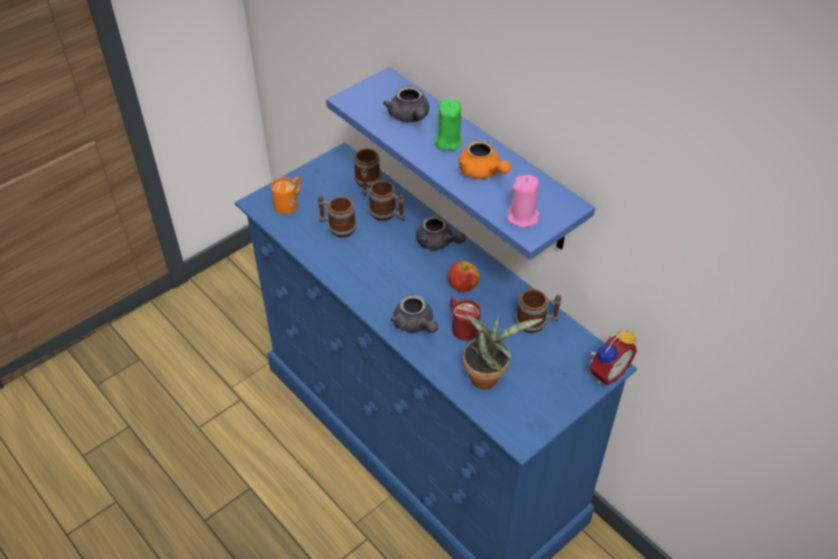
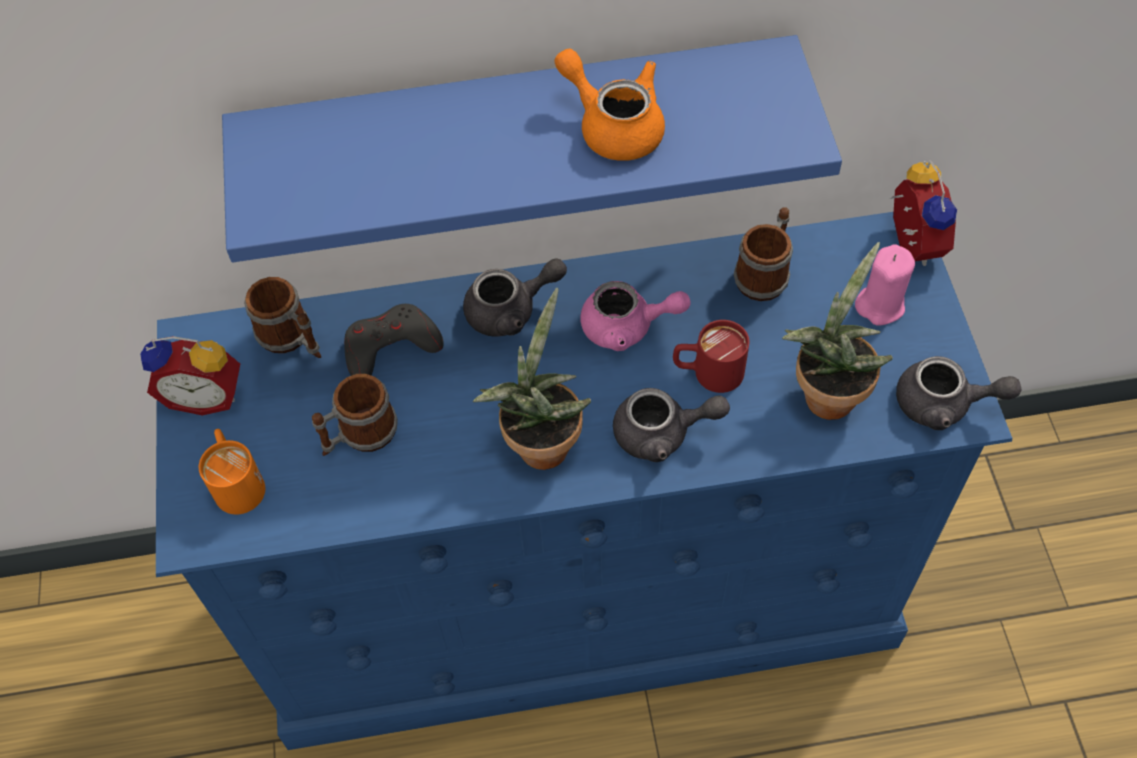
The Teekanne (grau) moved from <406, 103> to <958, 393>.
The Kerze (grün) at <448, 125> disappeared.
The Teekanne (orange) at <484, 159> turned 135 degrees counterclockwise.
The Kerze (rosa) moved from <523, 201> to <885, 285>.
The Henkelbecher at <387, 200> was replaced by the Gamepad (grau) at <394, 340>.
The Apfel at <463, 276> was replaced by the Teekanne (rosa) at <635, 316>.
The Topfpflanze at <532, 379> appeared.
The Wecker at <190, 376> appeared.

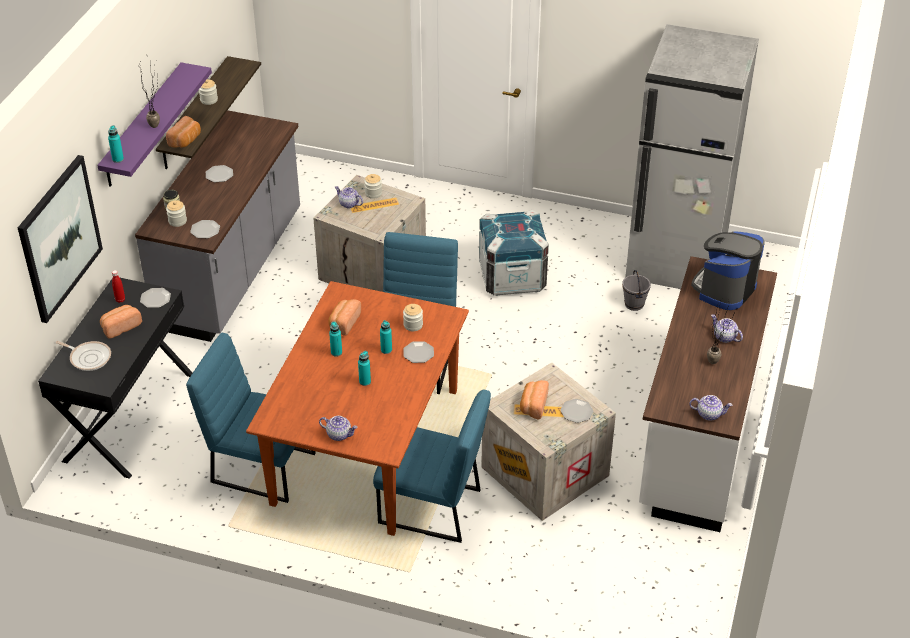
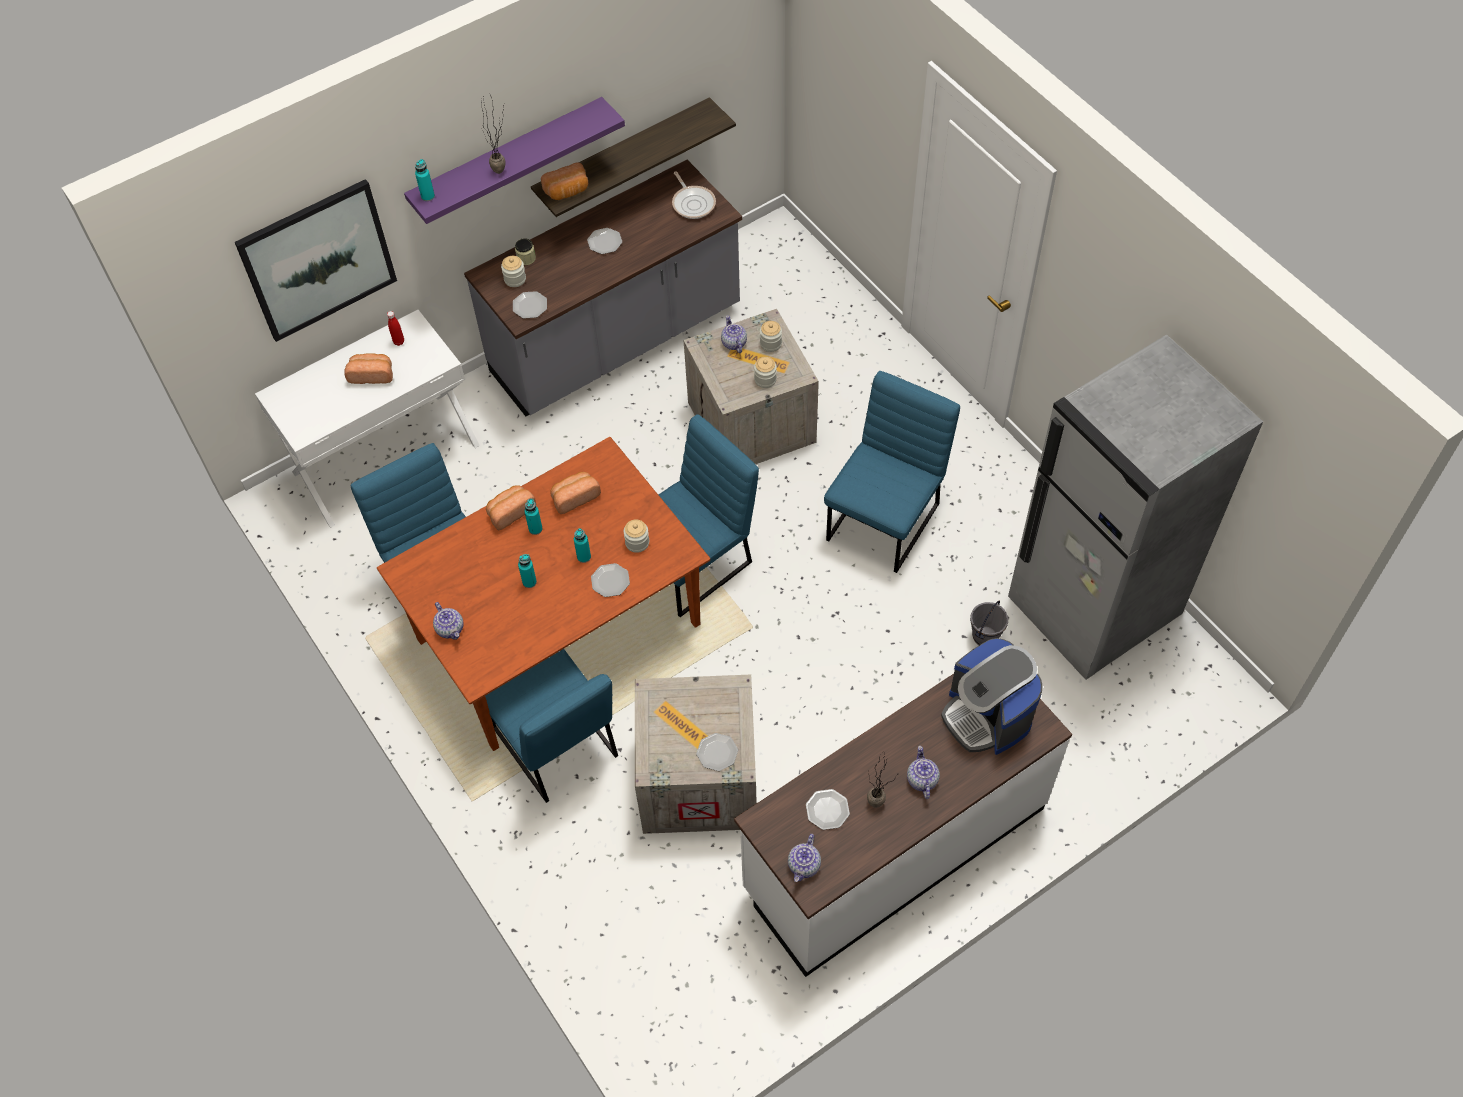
The Vorratsglas moved from <208, 92> to <765, 372>.
The Kiste at <514, 253> was replaced by the Stuhl (blau) at <892, 472>.
The Kaffeemaschine at <727, 270> turned 105 degrees counterclockwise.
The Schreibtisch (schwarz) at <115, 378> became the Schreibtisch (weiß) at <367, 419>.
The Teller moved from <155, 298> to <828, 809>.
The Pfanne moved from <83, 356> to <694, 195>.
The Brot moved from <534, 399> to <511, 508>.
The Teekanne at <710, 408> turned 60 degrees clockwise.

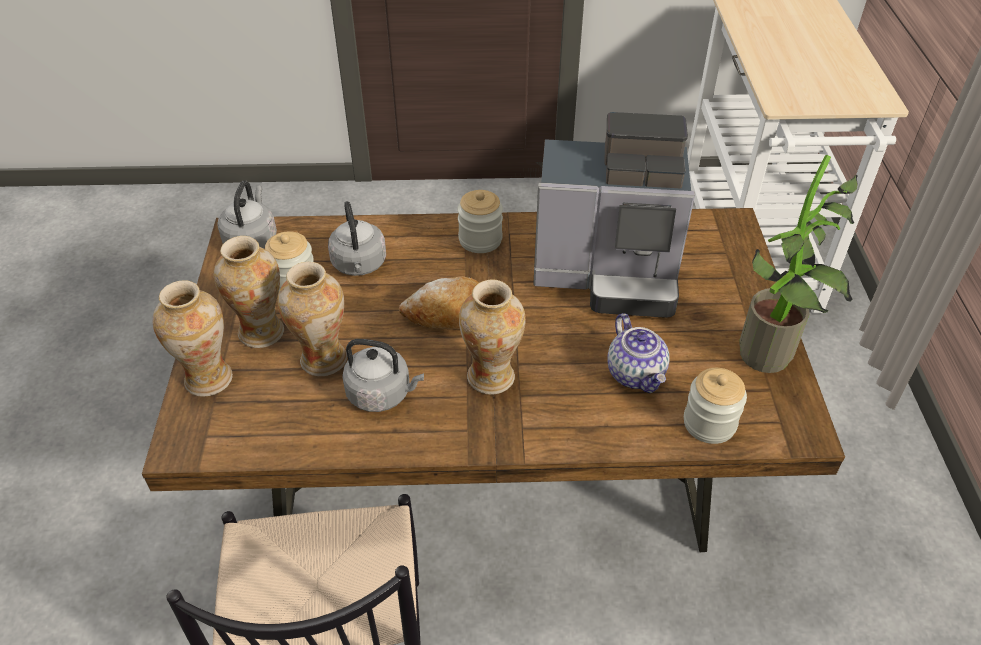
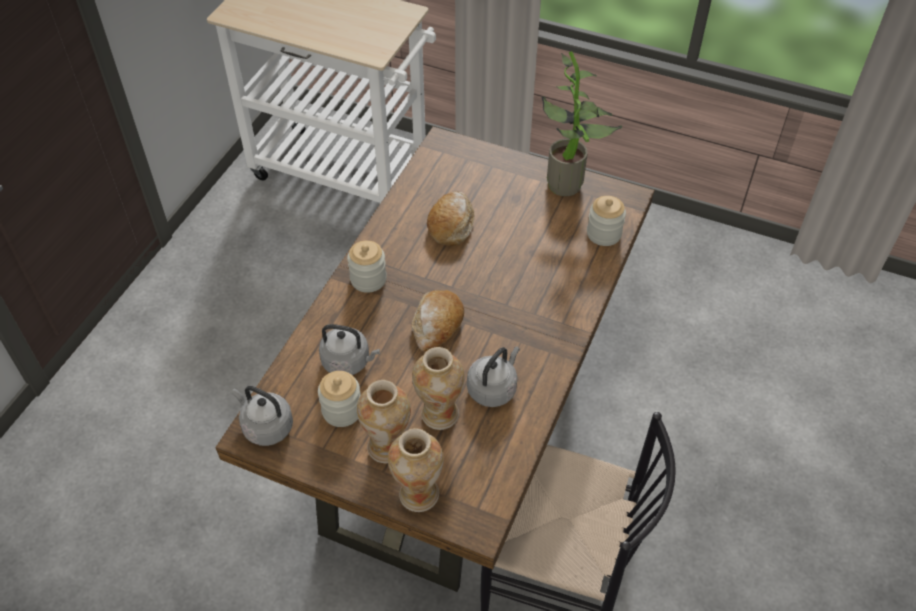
The Kaffeemaschine at <614, 215> was replaced by the Brot at <450, 218>.
The Vase at <492, 336> disappeared.
The Teekanne at <639, 353> disappeared.

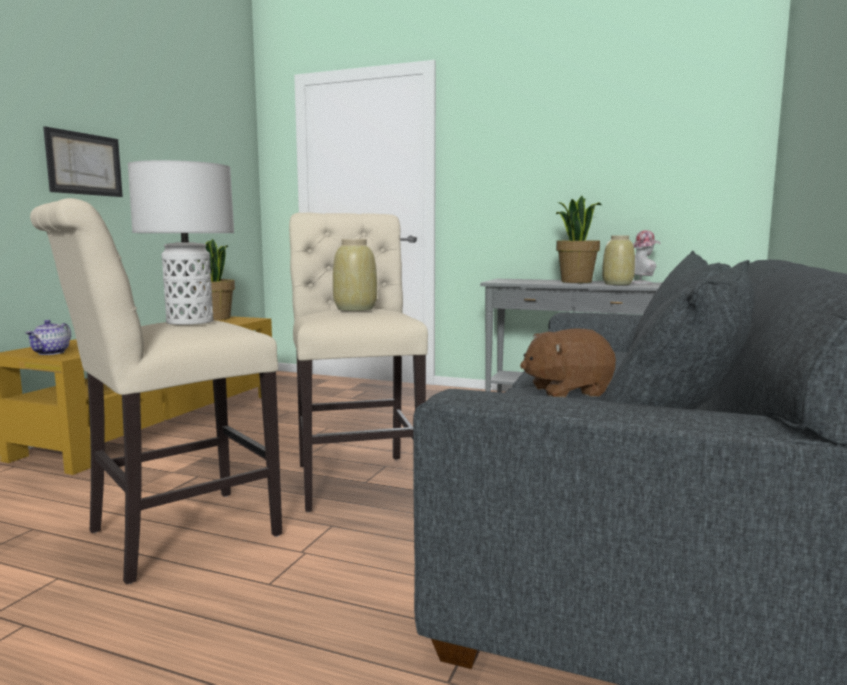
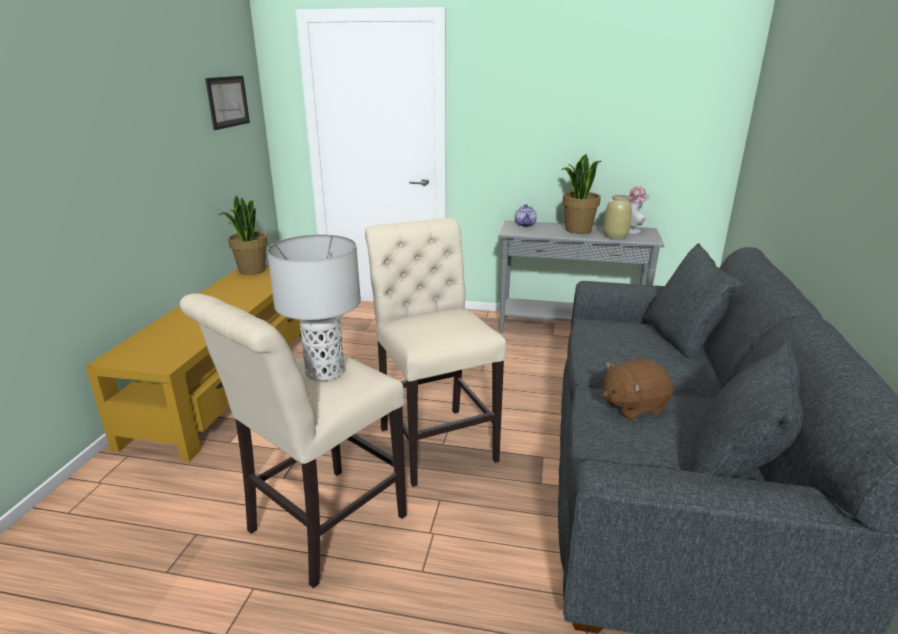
The Bild moved from <83, 161> to <227, 103>.
The Vase (beige) at <355, 275> disappeared.
The Teekanne moved from <48, 337> to <526, 215>.

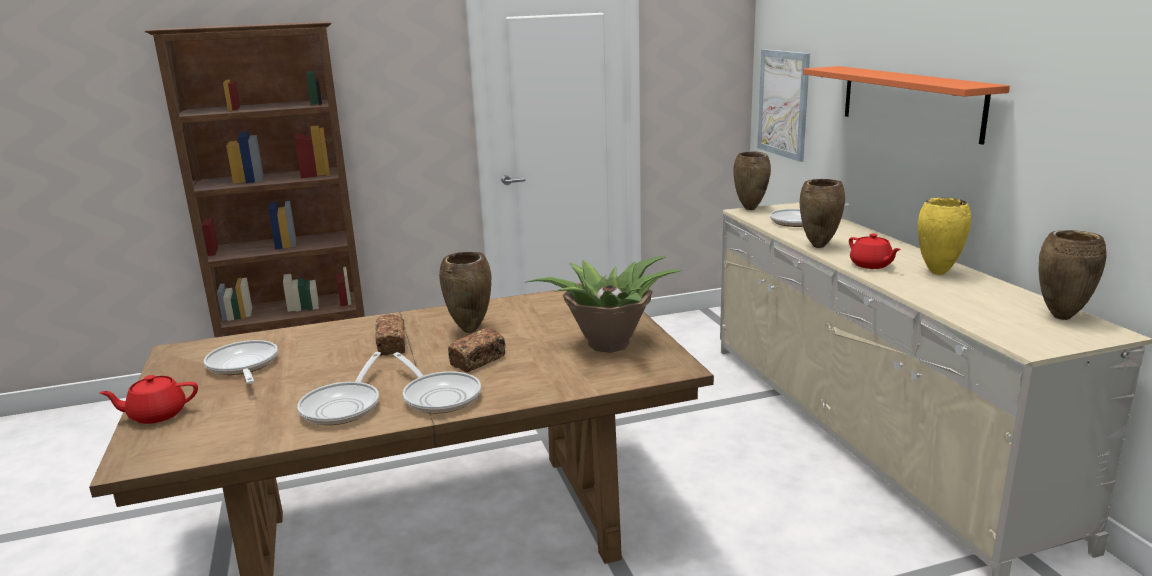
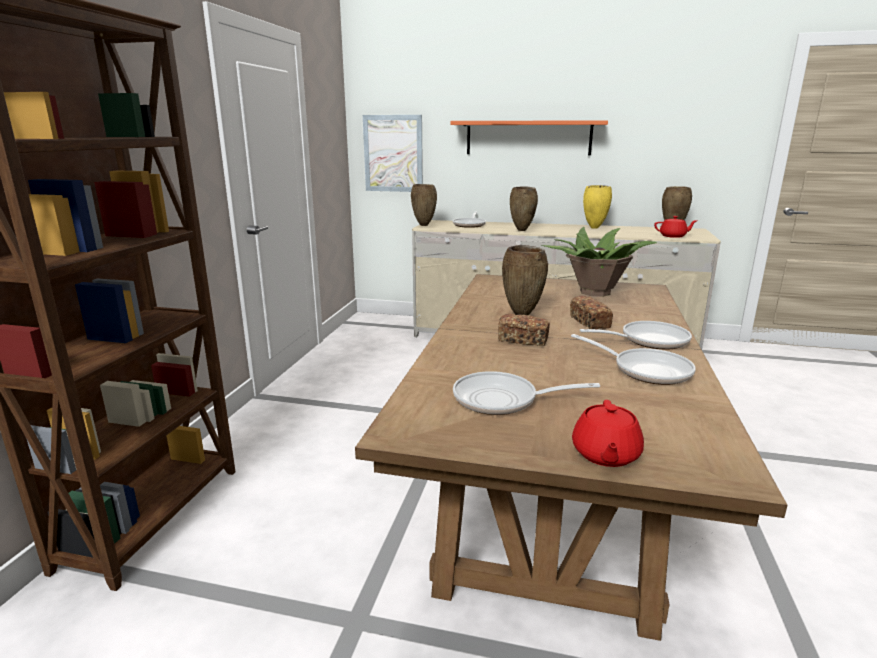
The Teekanne (rot) moved from <875, 251> to <675, 227>.

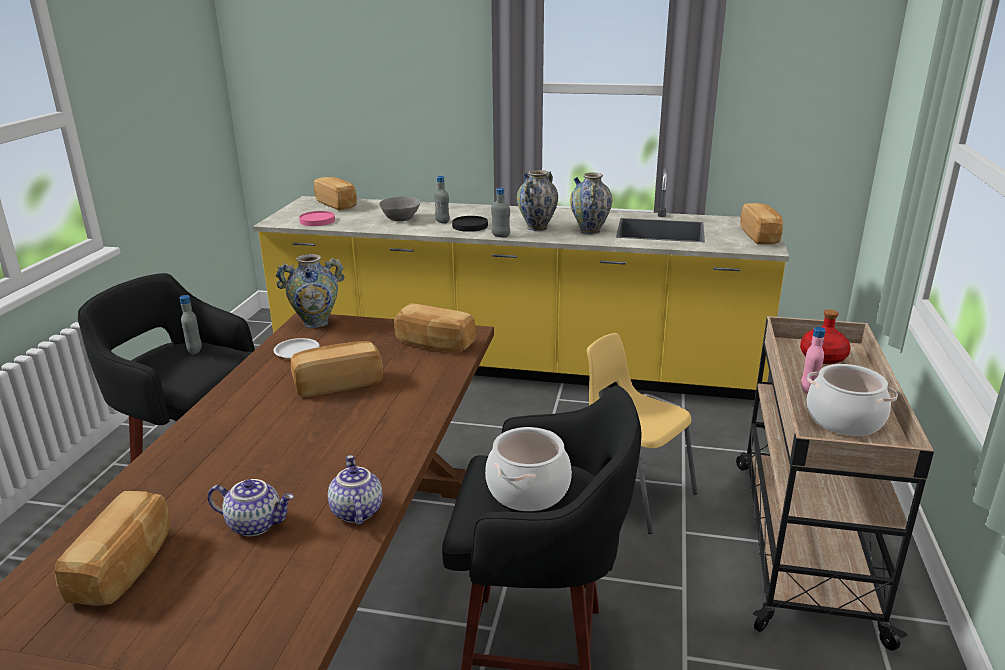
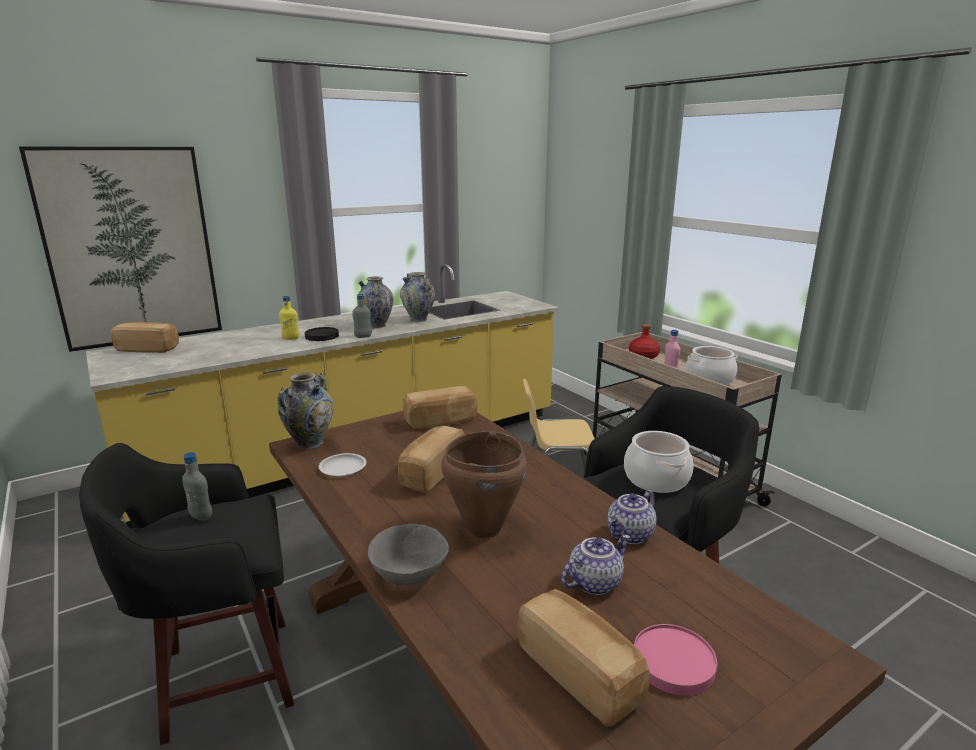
The Flasche (grau) at <442, 200> became the Flasche (gelb) at <289, 318>.
The Schüssel (grau) moved from <399, 208> to <408, 555>.
The Brot at <761, 223> disappeared.
The Teller (rosa) moved from <317, 218> to <675, 660>.
The Teekanne at <355, 490> turned 75 degrees counterclockwise.
The Bild at <120, 249> appeared.
The Kochtopf (braun) at <484, 484> appeared.

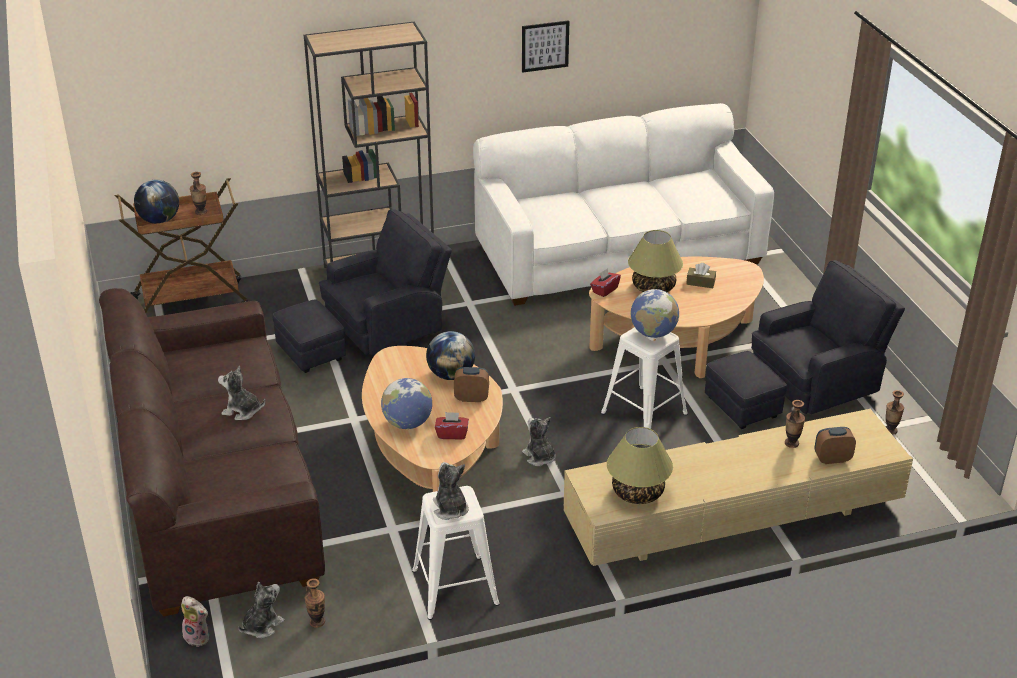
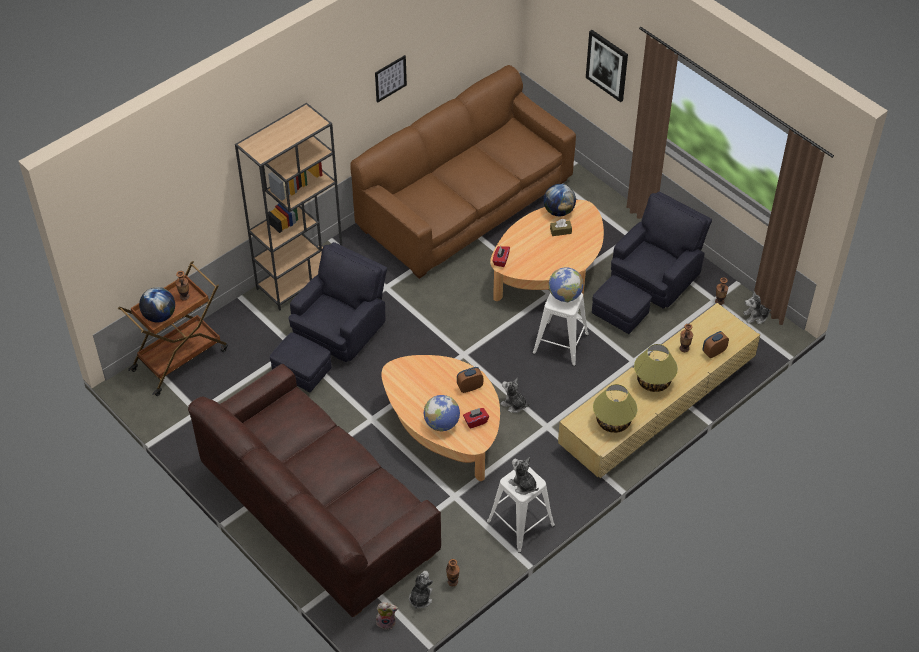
The Sofa (weiß) at <623, 204> became the Sofa (braun) at <463, 172>.
The Tischlampe moved from <655, 261> to <656, 368>.
The Globus moved from <450, 355> to <559, 200>.
The Plüschtier moved from <242, 393> to <757, 307>.
The Bild at <607, 66> appeared.

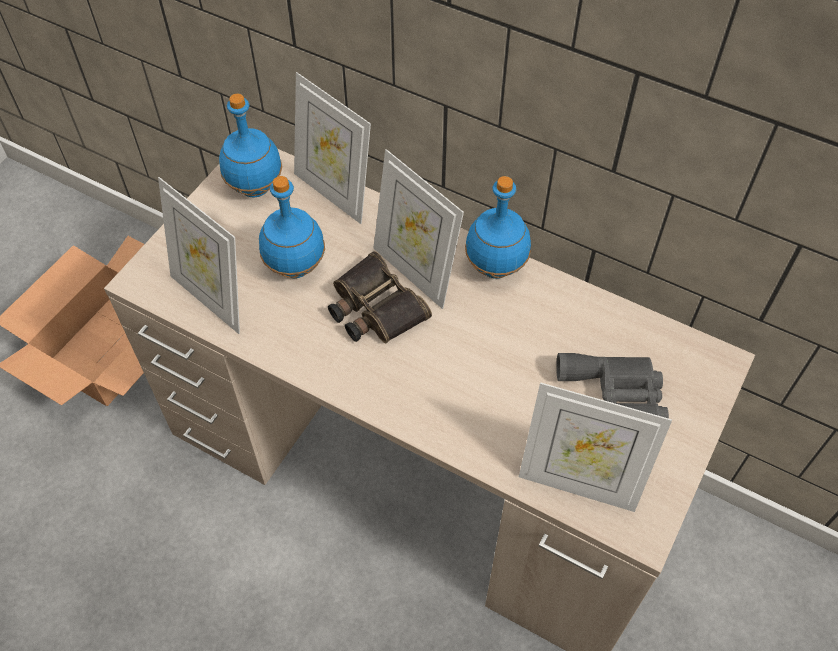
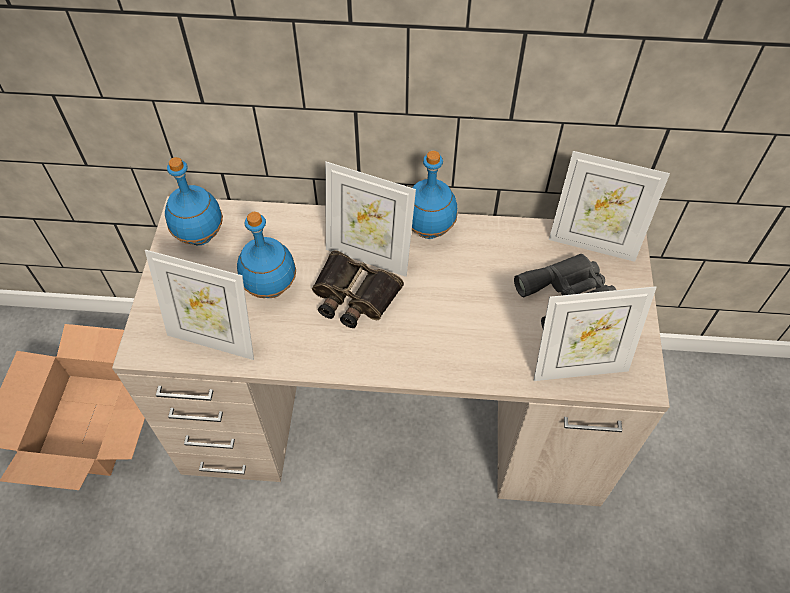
The Bilderrahmen moved from <332, 148> to <609, 206>.

